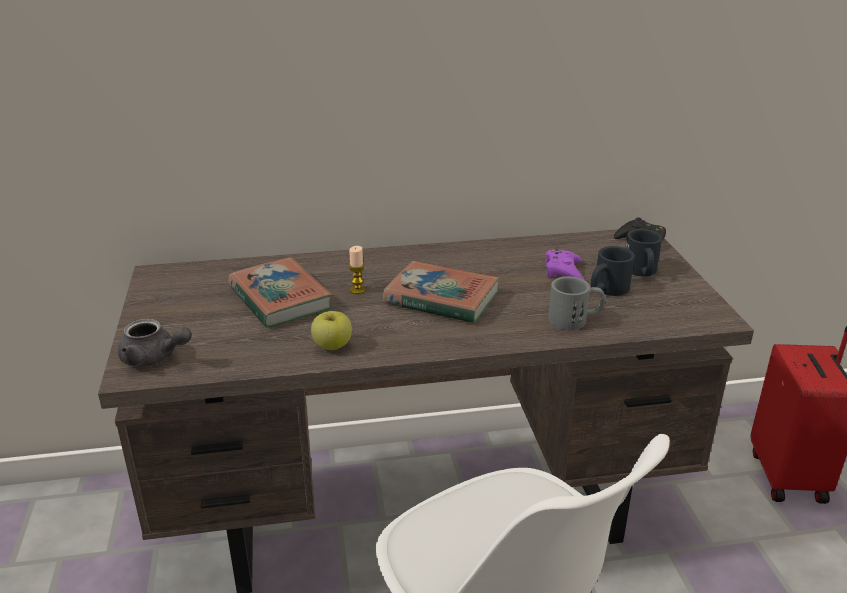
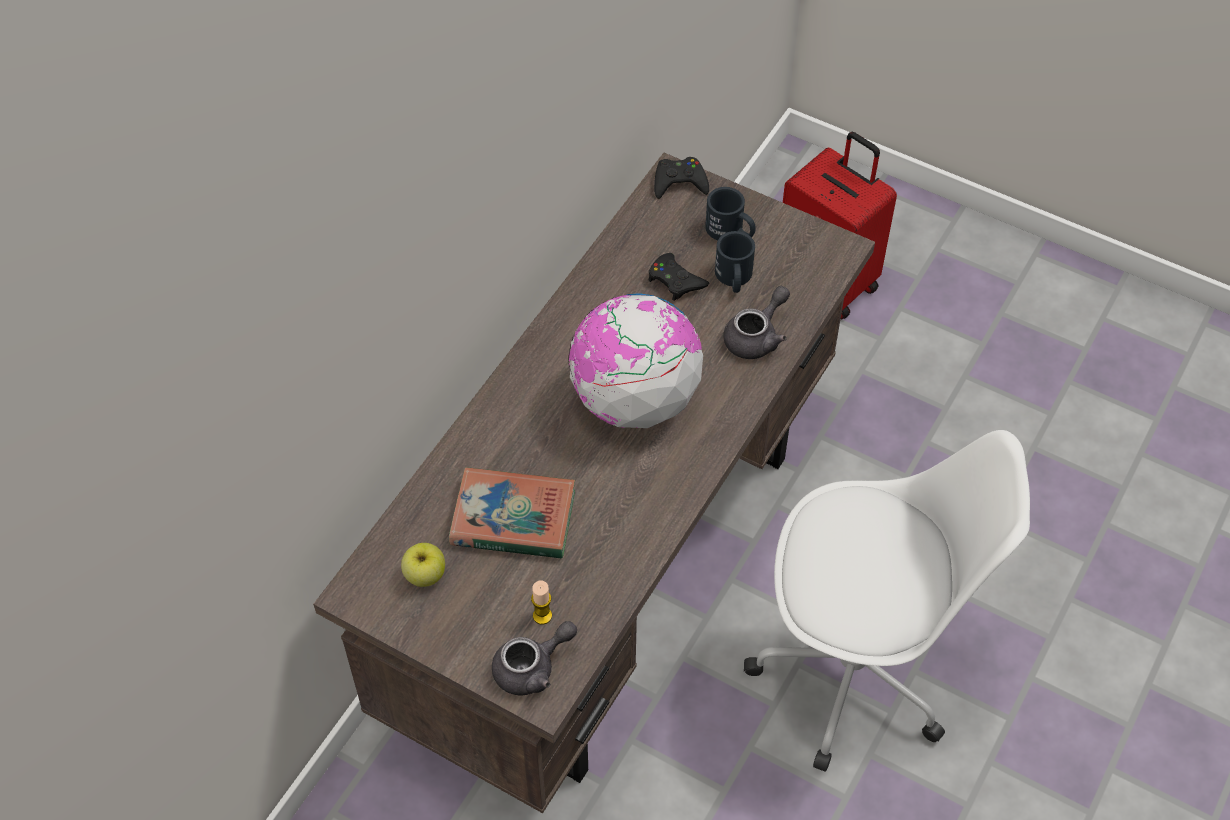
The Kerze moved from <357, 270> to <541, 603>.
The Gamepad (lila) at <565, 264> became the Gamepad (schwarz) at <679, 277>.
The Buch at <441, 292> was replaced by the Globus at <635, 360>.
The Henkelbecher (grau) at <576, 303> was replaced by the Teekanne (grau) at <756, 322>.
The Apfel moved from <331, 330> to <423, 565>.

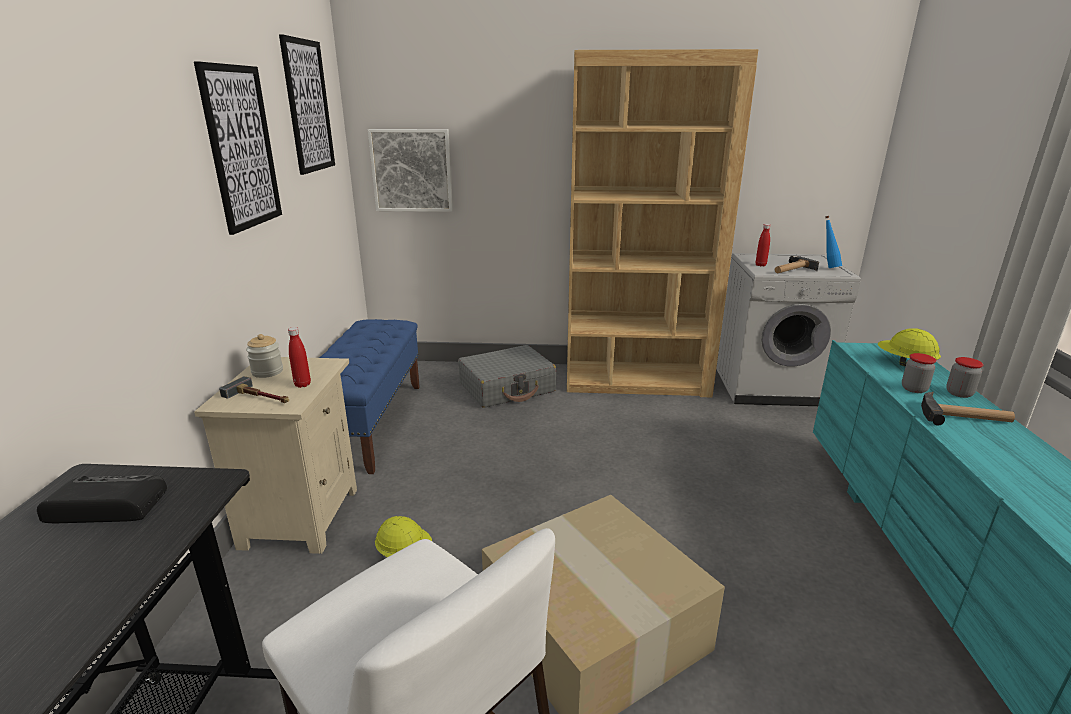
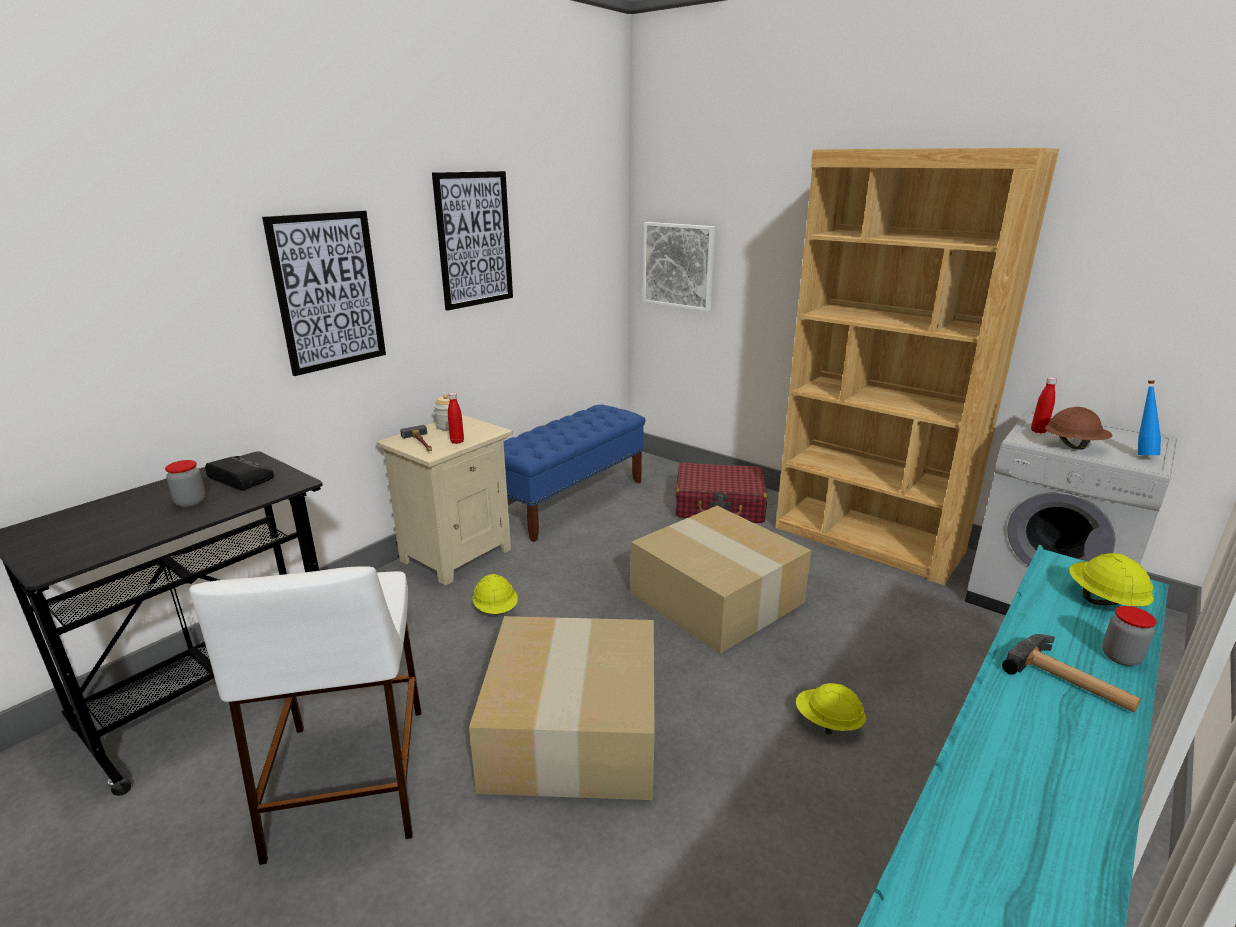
The Bild moved from <307, 104> to <324, 293>.
The Hammer at <797, 264> was replaced by the Schutzhelm (braun) at <1079, 428>.
The Koffer (grau) at <507, 376> became the Koffer (rot) at <721, 493>.
The Vorratsglas moved from <919, 373> to <185, 484>.
The Karton at <721, 580> appeared.
The Schutzhelm (gelb) at <831, 709> appeared.

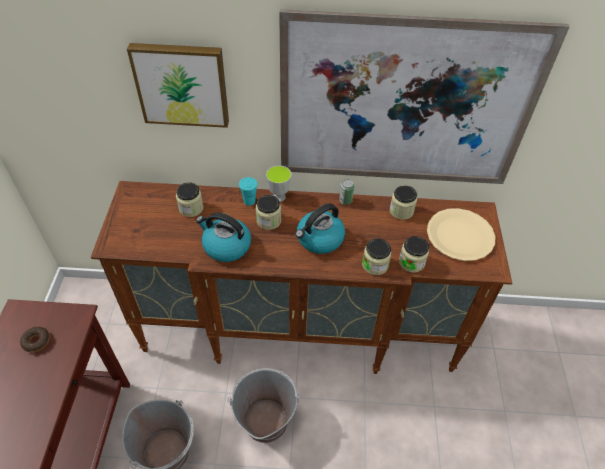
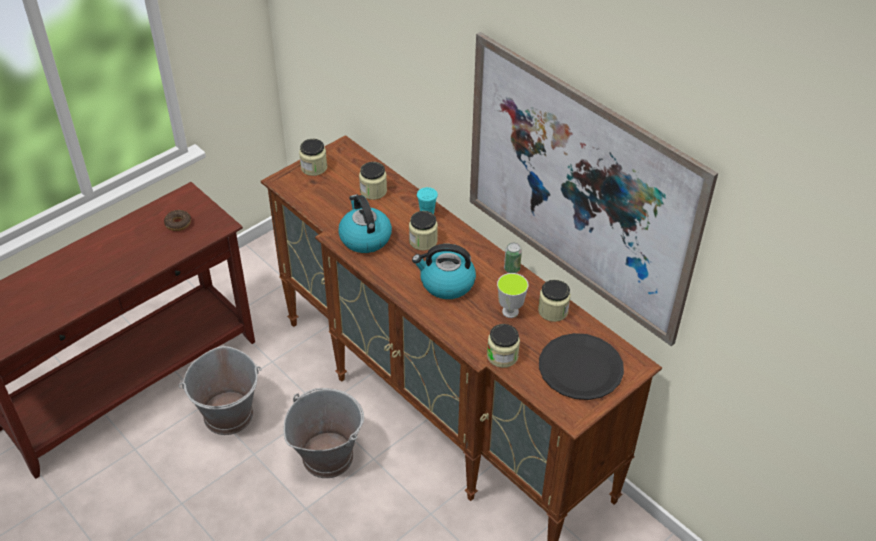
The Bild at <178, 85> disappeared.
The Tasse moved from <278, 183> to <512, 295>.
The Teller (beige) at <461, 234> became the Teller (schwarz) at <581, 366>.
The Vorratsglas moved from <376, 256> to <313, 157>.

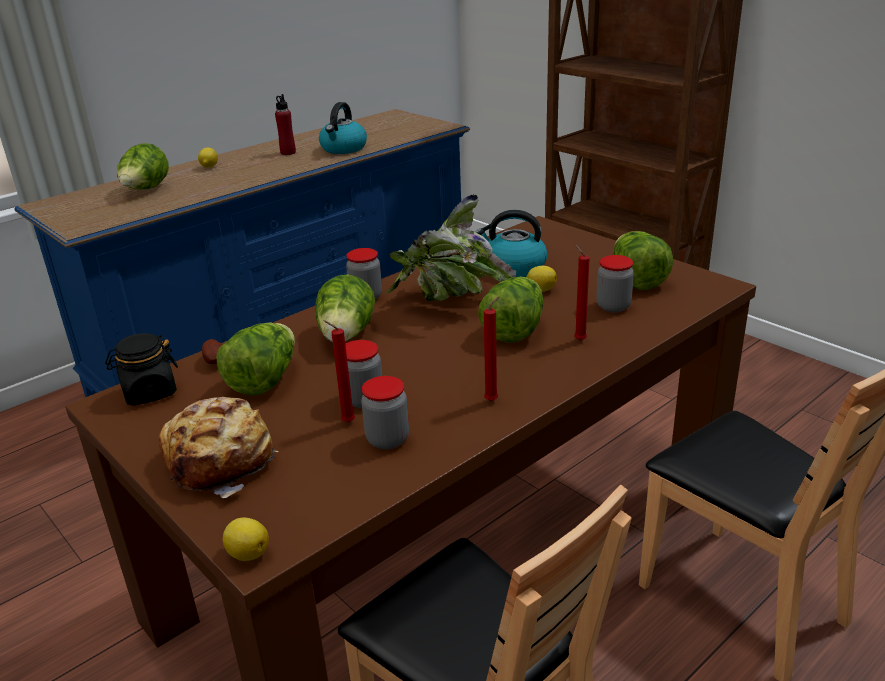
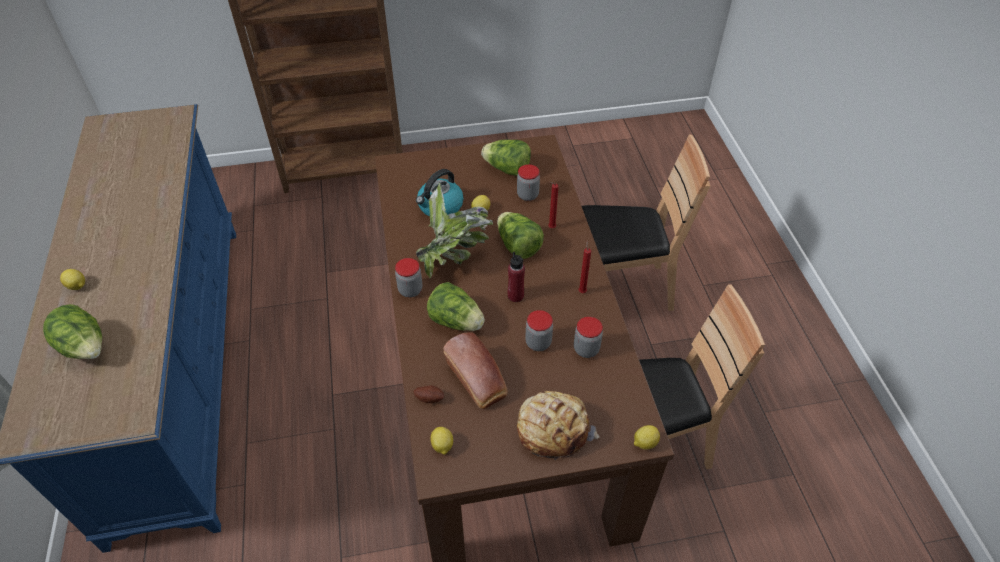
The Flasche (rot) moved from <285, 124> to <516, 277>.
The Wasserkessel at <343, 128> disappeared.
The Kerze (rot) at <339, 371> disappeared.
The Salatkopf at <255, 359> was replaced by the Brot at <475, 370>.
The Vorratsglas (schwarz) at <141, 369> was replaced by the Zitrone at <441, 441>.

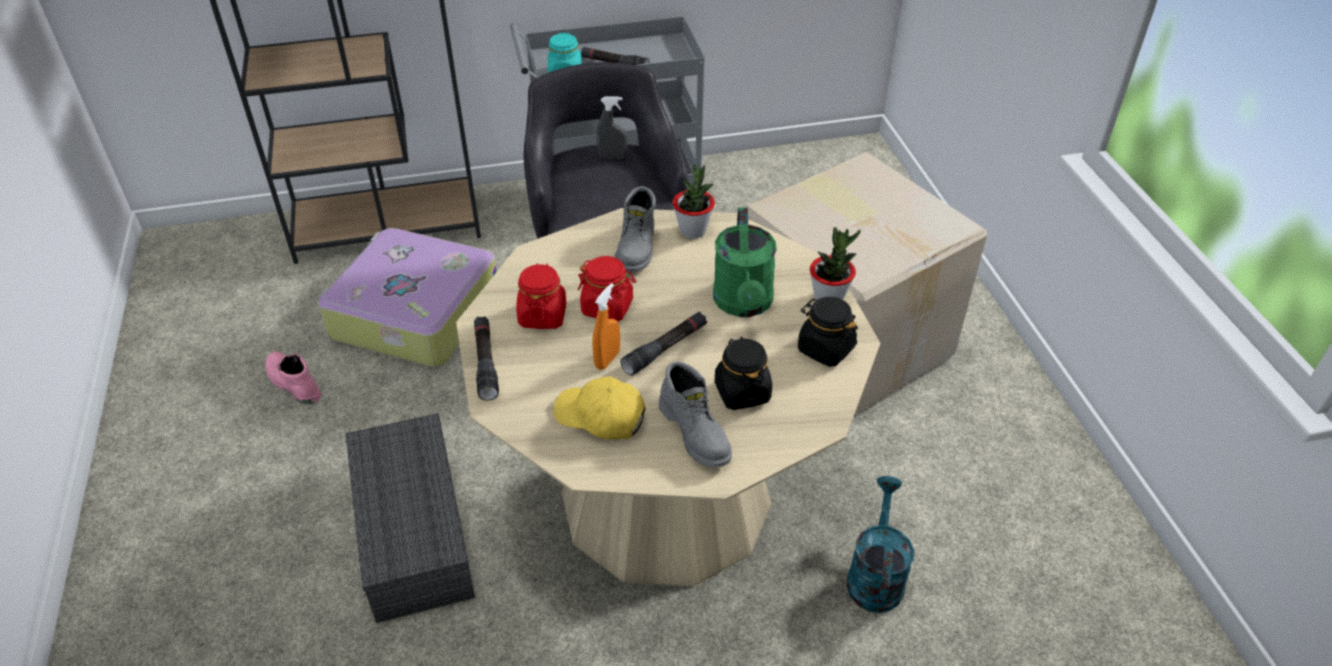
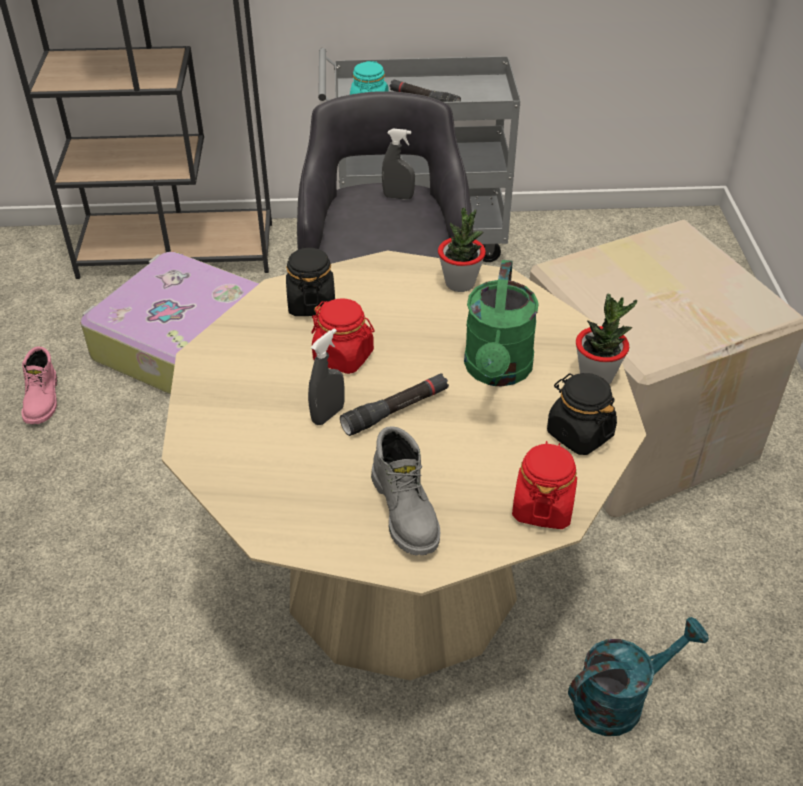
The Stiefel (grau) at <635, 229> disappeared.
The Vorratsglas (rot) moved from <541, 296> to <544, 485>.
The Sprühflasche (orange) at <606, 326> became the Sprühflasche (grau) at <326, 376>.
The Taschenlampe (schwarz) at <486, 358> disappeared.
The Vorratsglas (schwarz) moved from <743, 373> to <310, 281>.
The Stiefel (rosa) at <293, 378> turned 150 degrees counterclockwise.
The Kappe (gelb) at <599, 408> disappeared.
The Aufbewahrungsbox (grau) at <410, 518> disappeared.
The Gießkanne (türkis) at <880, 544> turned 45 degrees clockwise.

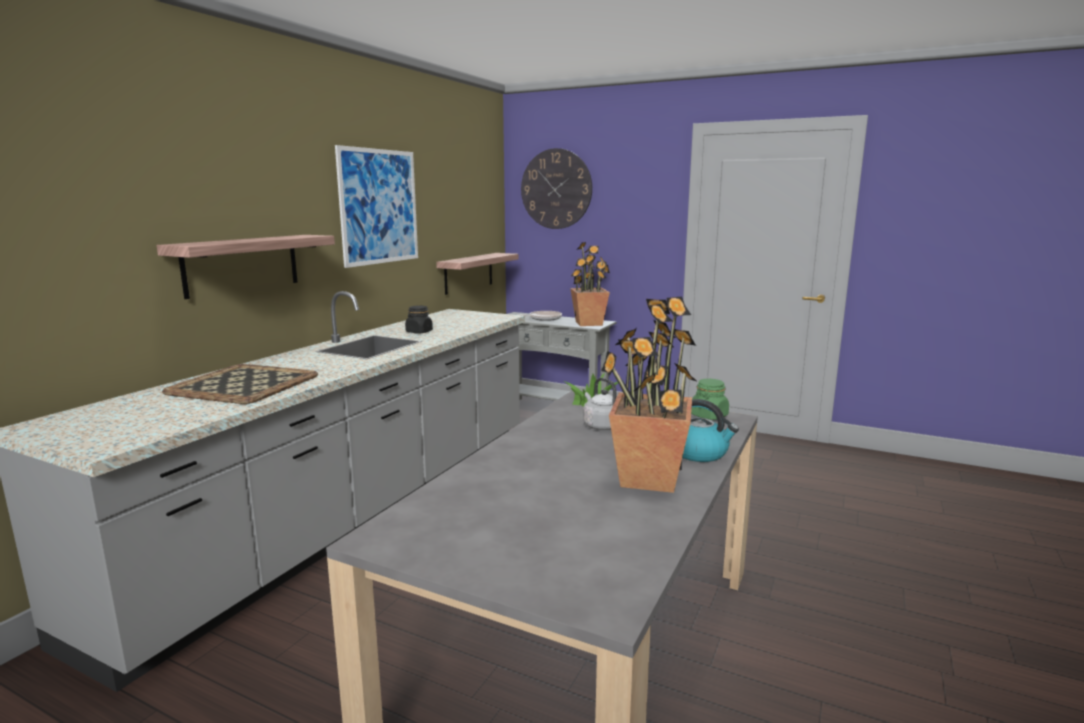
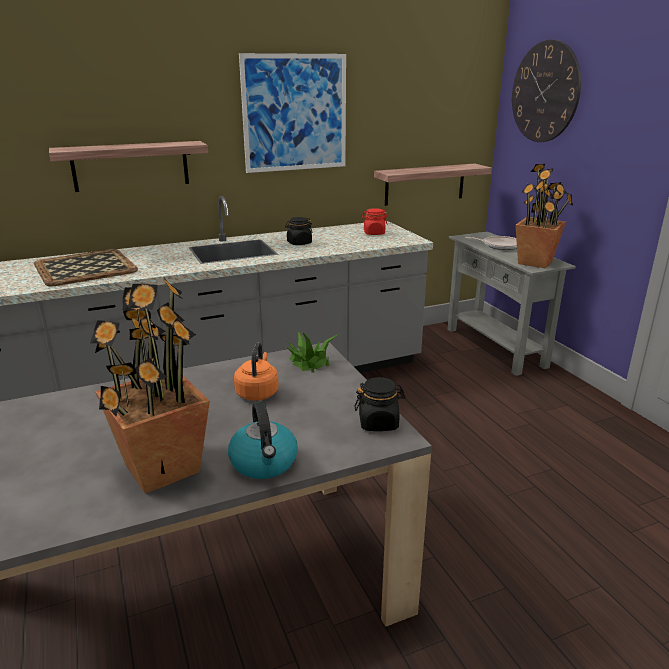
The Wasserkessel (grau) at <600, 404> became the Wasserkessel (orange) at <256, 371>.
The Vorratsglas (grün) at <710, 399> became the Vorratsglas (schwarz) at <379, 404>.
The Vorratsglas (rot) at <374, 221> appeared.

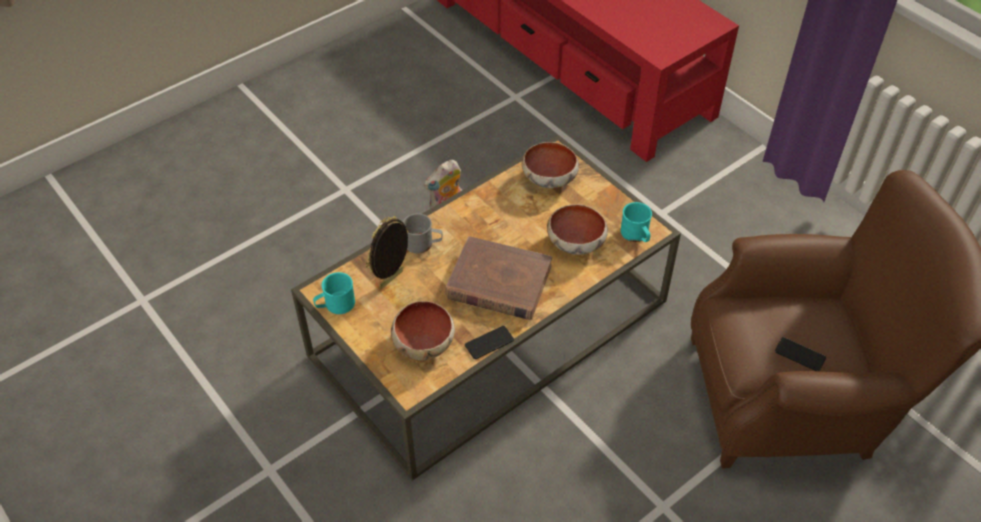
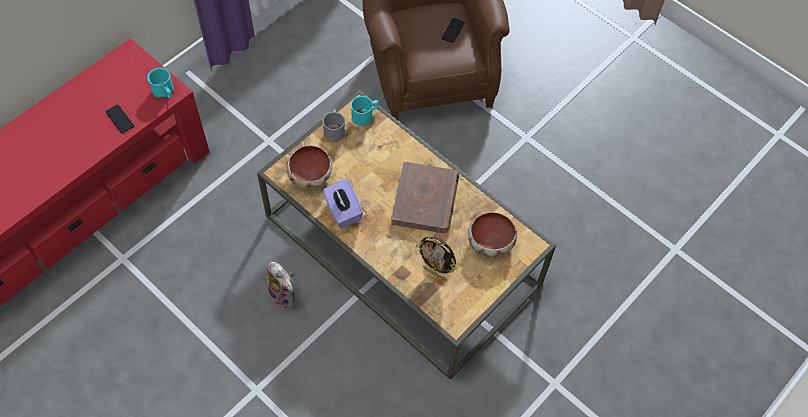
The Schüssel at <577, 229> disappeared.
The Henkelbecher (grau) moved from <423, 233> to <333, 126>.
The Henkelbecher (türkis) moved from <334, 293> to <160, 83>.
The Handy moved from <489, 342> to <120, 118>.
The Taschentuchbox (lila) at <343, 203> appeared.

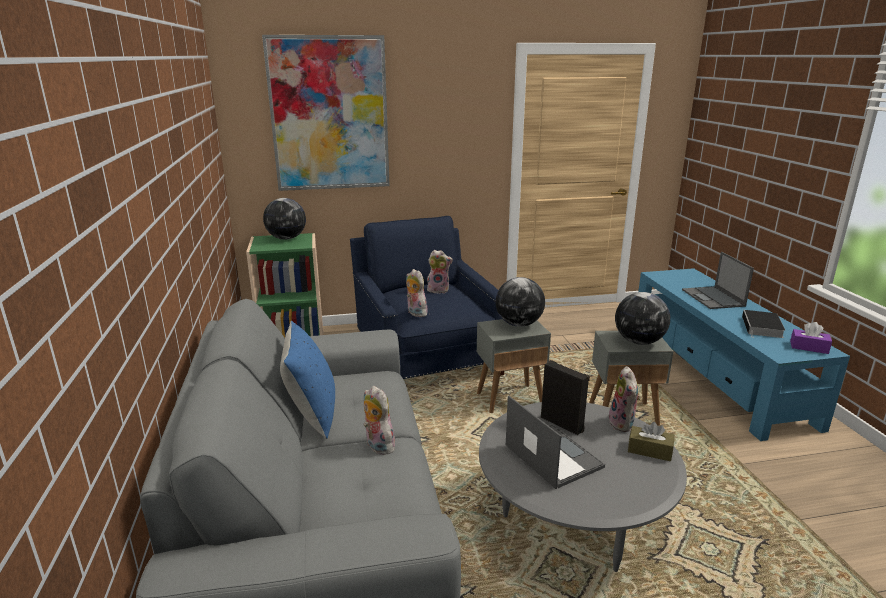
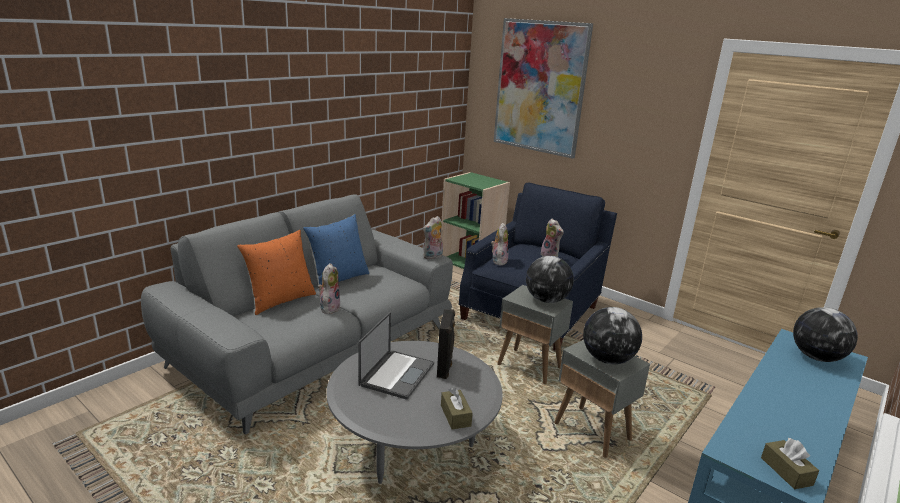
The Globus moved from <284, 219> to <825, 334>.
The Laptop at <718, 280> disappeared.
The Buch at <763, 324> disappeared.
The Taschentuchbox (lila) at <811, 338> became the Taschentuchbox (braun) at <790, 463>.
The Plüschtier moved from <625, 399> to <433, 237>.
The Kissen (orange) at <276, 272> appeared.

